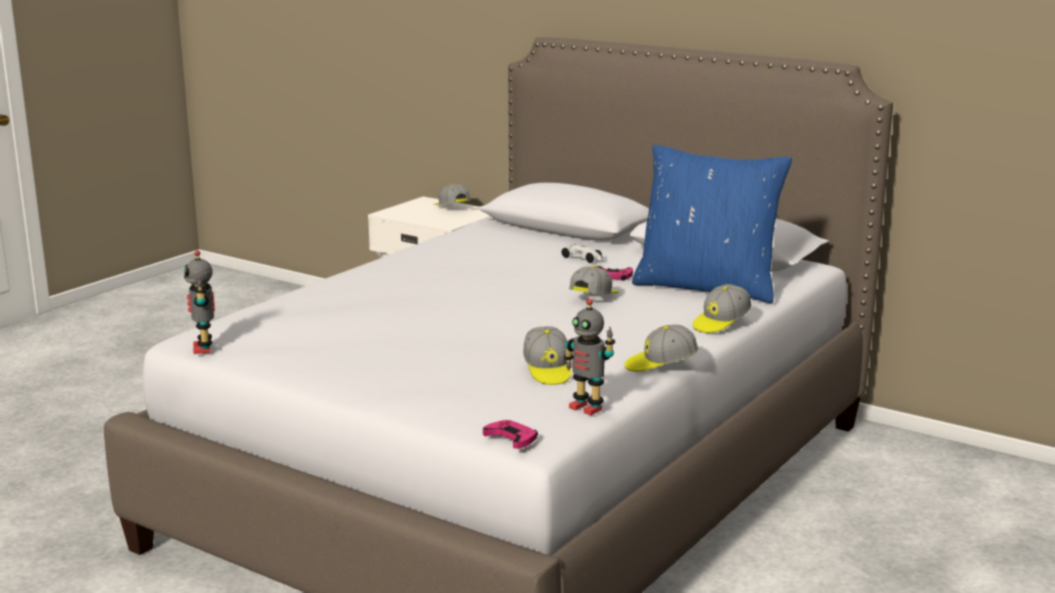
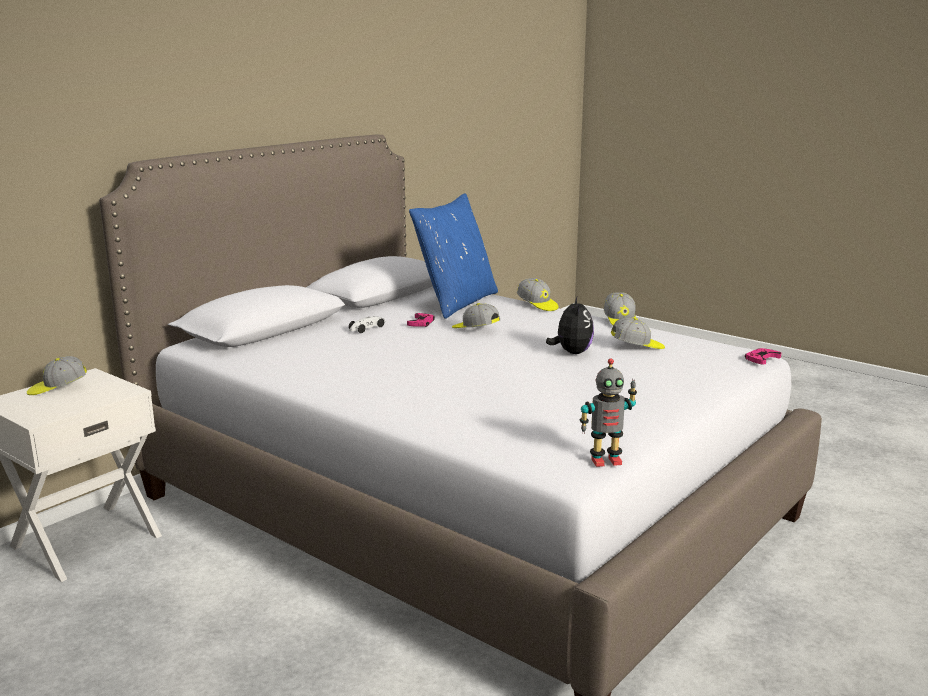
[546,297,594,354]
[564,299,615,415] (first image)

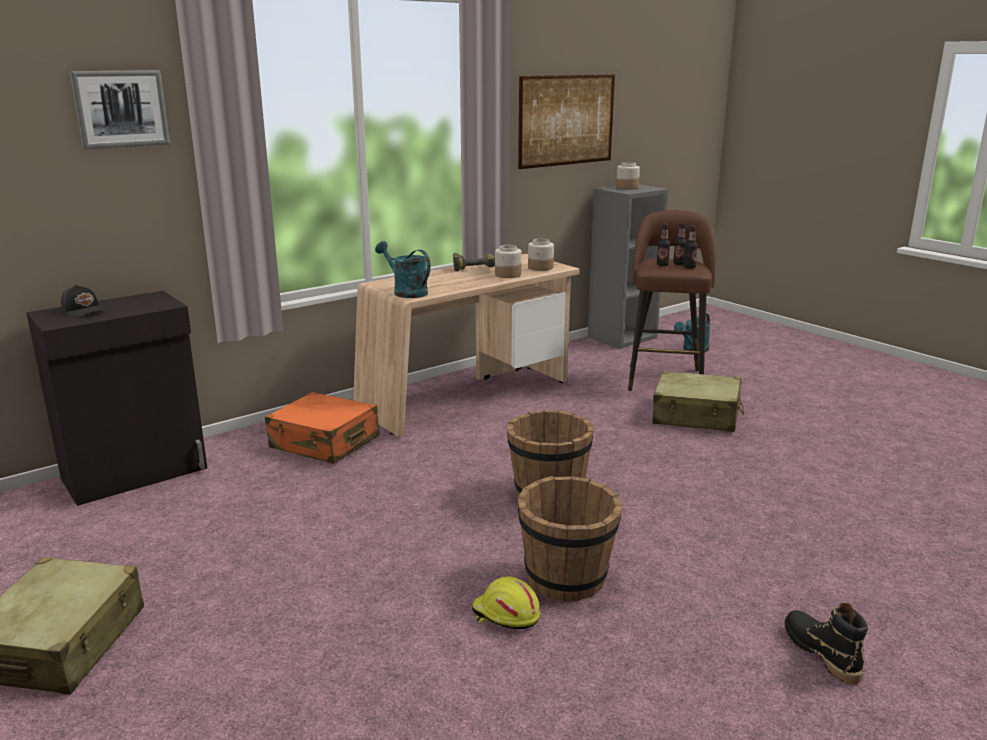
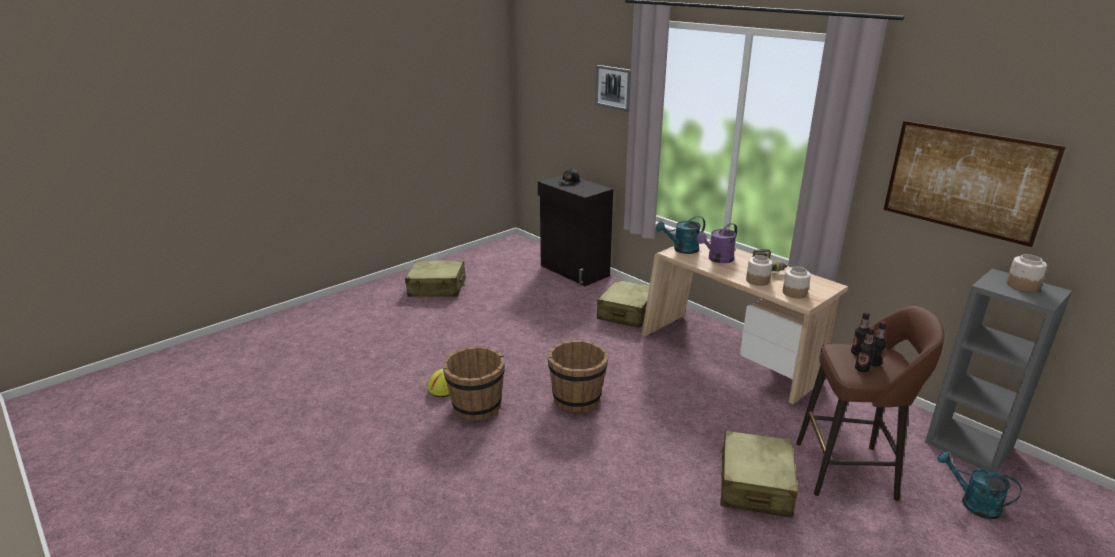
[597,280,650,328]
[656,216,705,254]
[696,223,737,263]
[785,603,868,684] (first image)

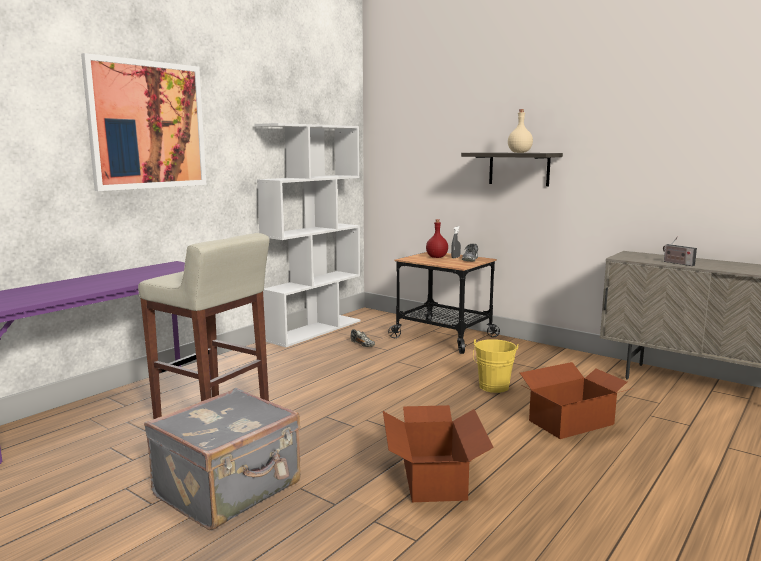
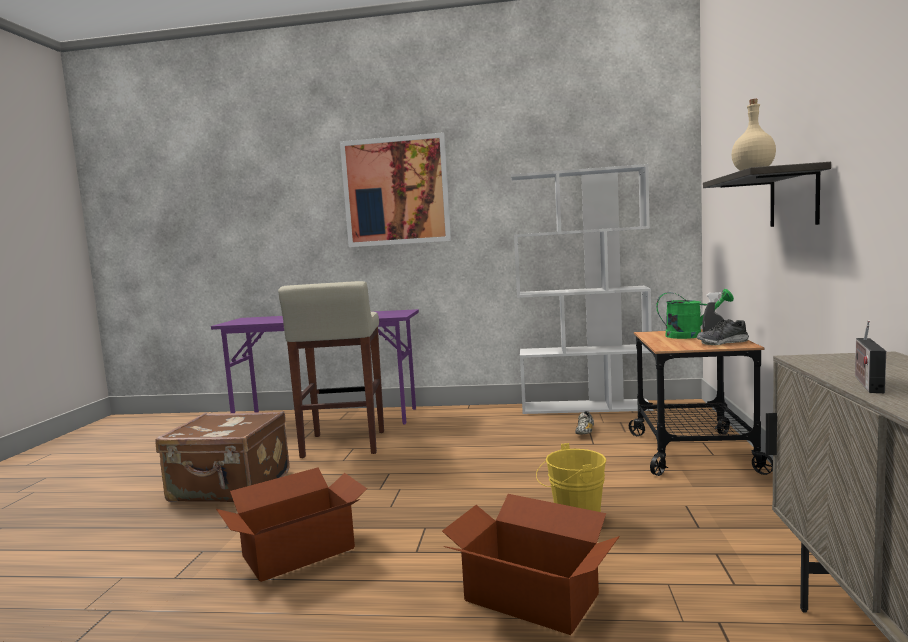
[156,411,290,502]
[656,289,734,339]

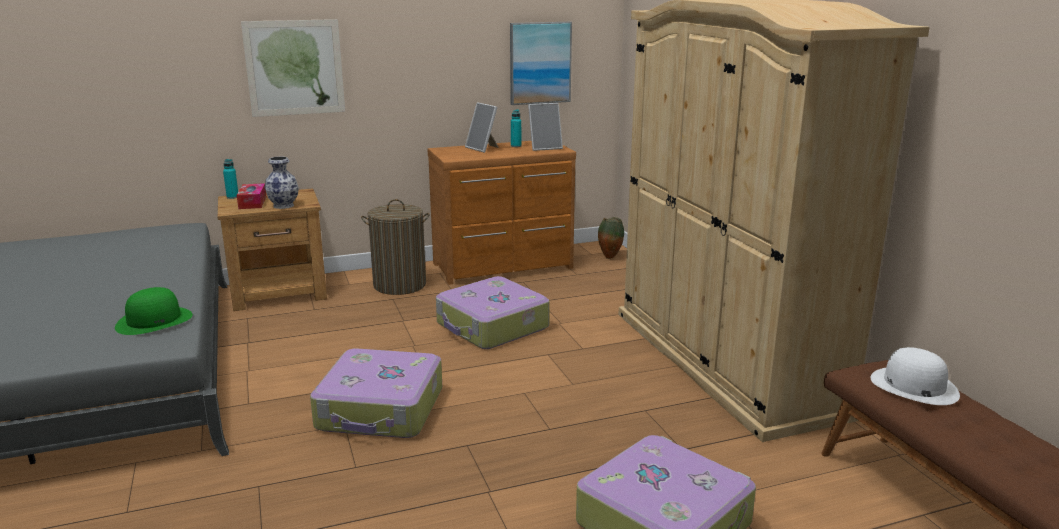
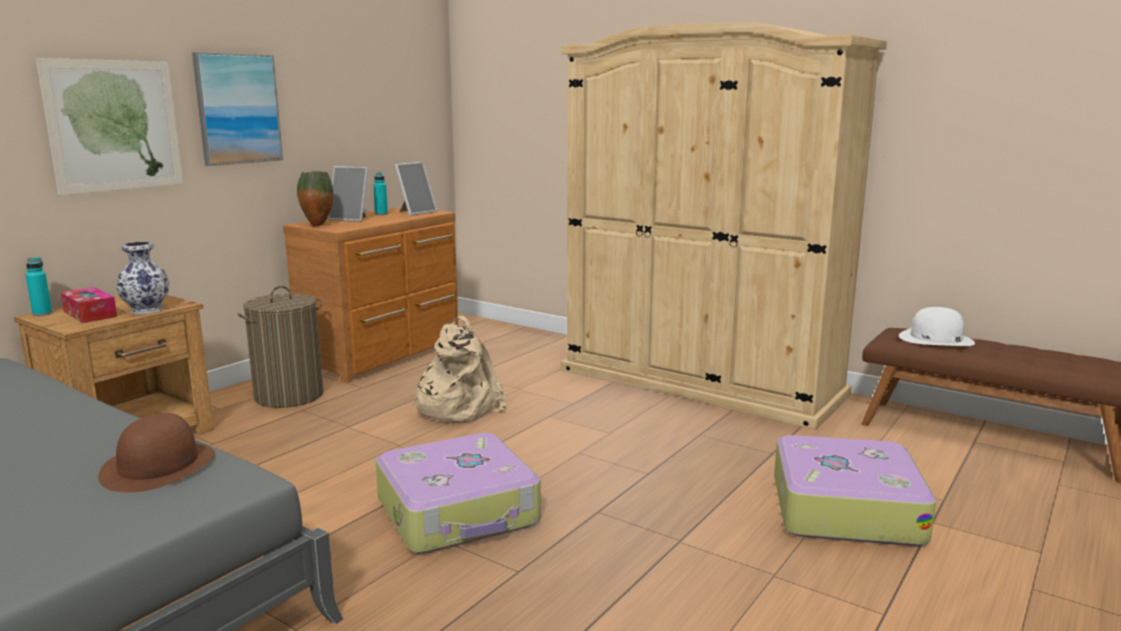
[98,413,215,493]
[192,52,283,166]
[297,171,333,226]
[411,316,506,422]

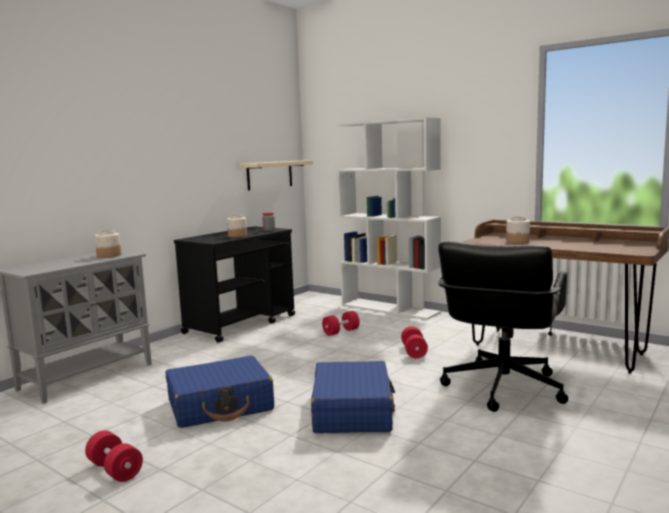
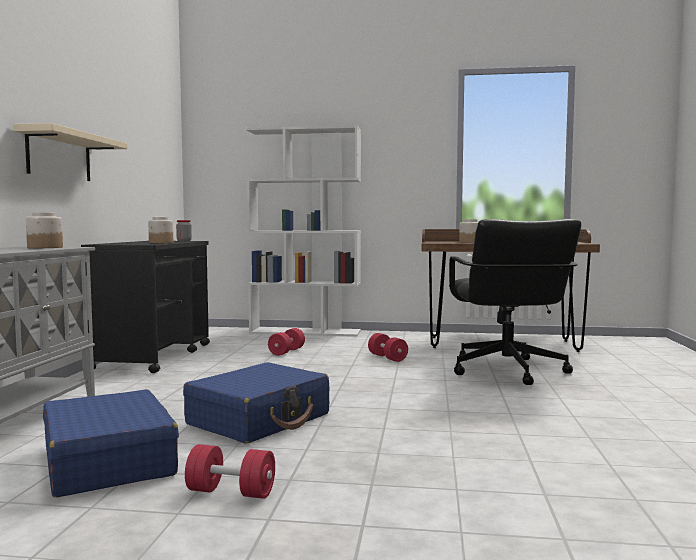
[13,123,128,181]
[43,389,179,497]

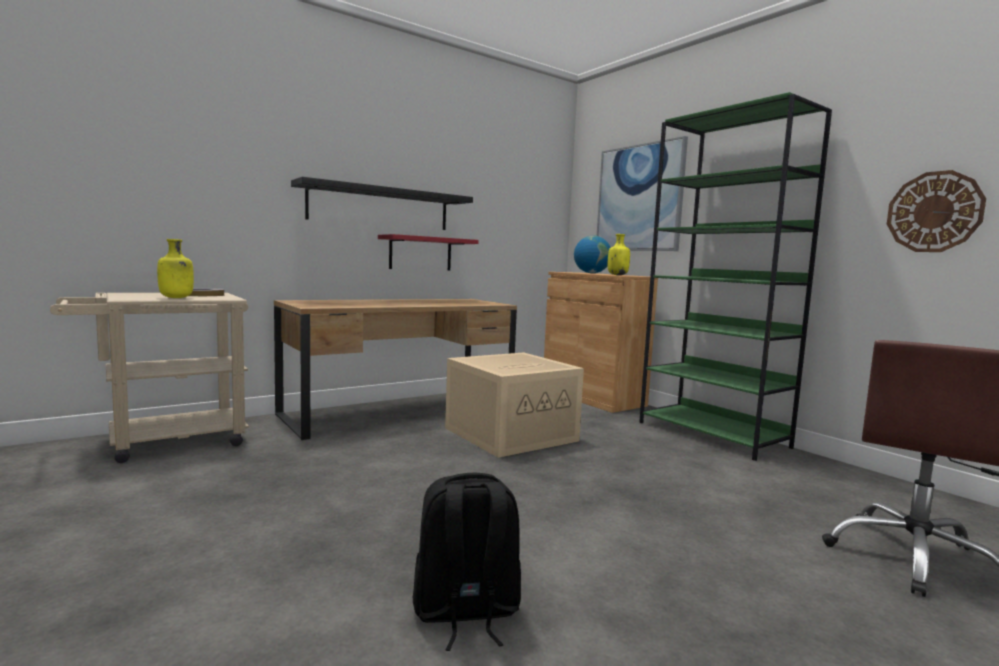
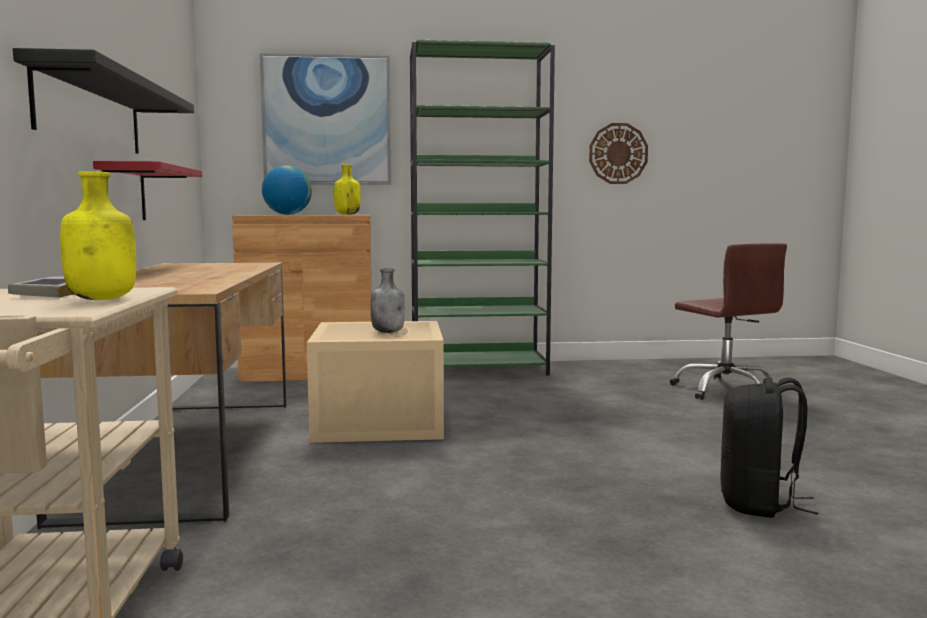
[371,268,405,333]

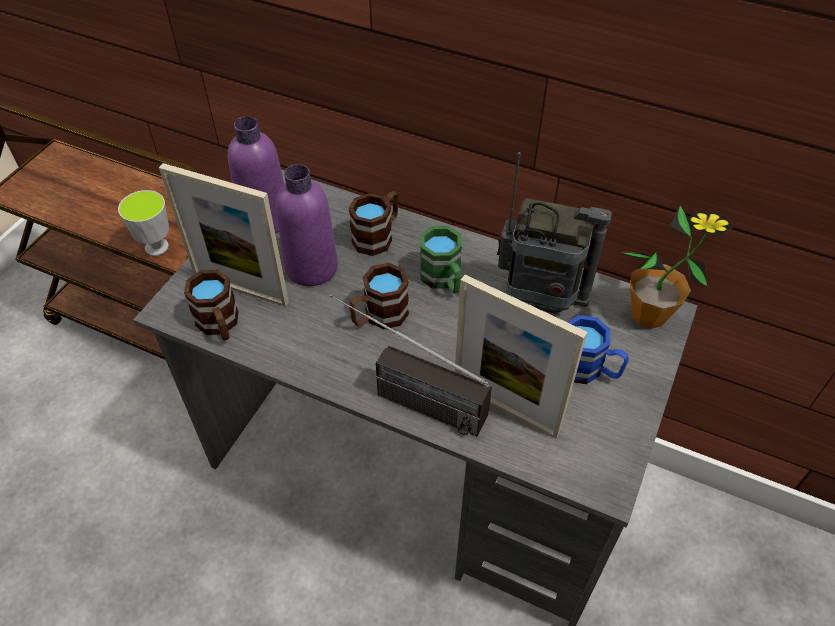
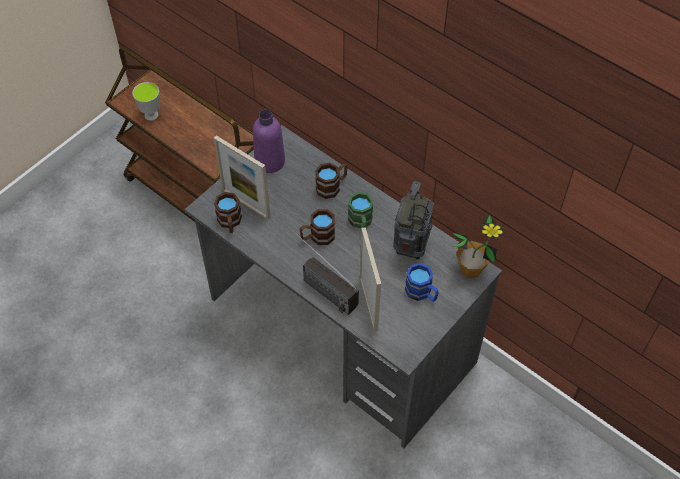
[132,82,160,121]
[360,227,381,332]
[393,181,434,259]
[276,164,338,286] (first image)

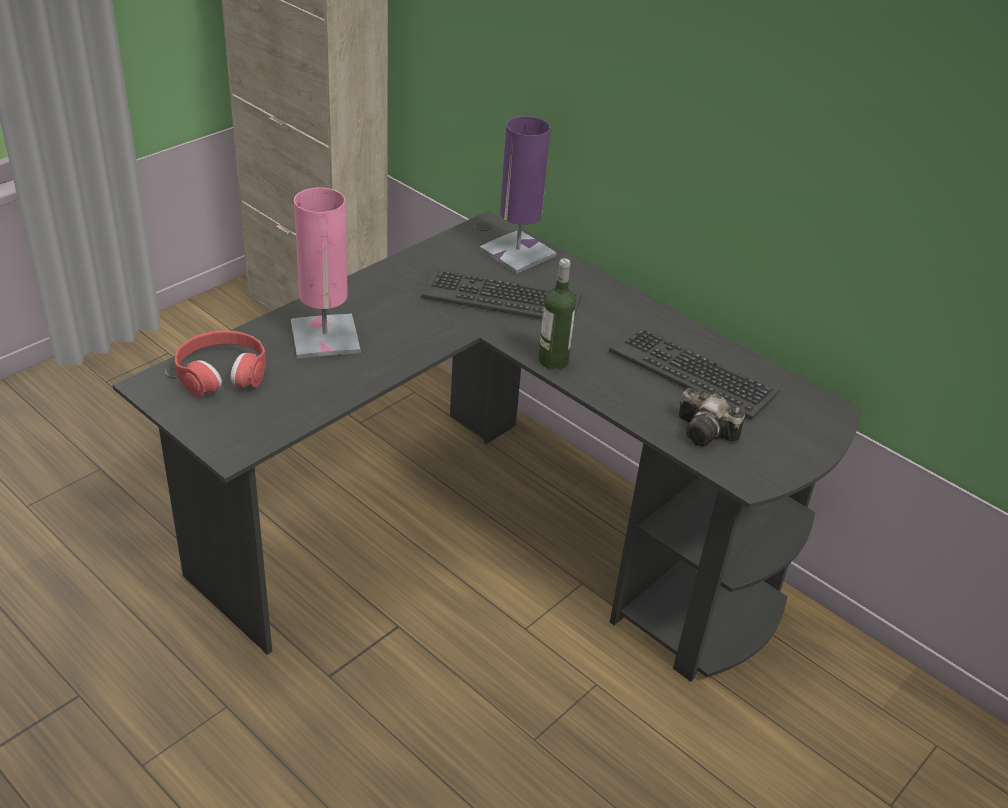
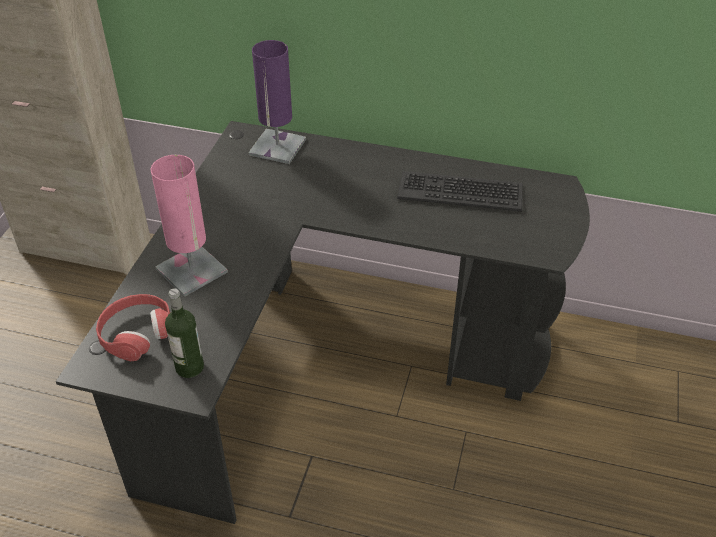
[165,288,204,378]
[421,268,582,319] (first image)
[679,388,745,446] (first image)

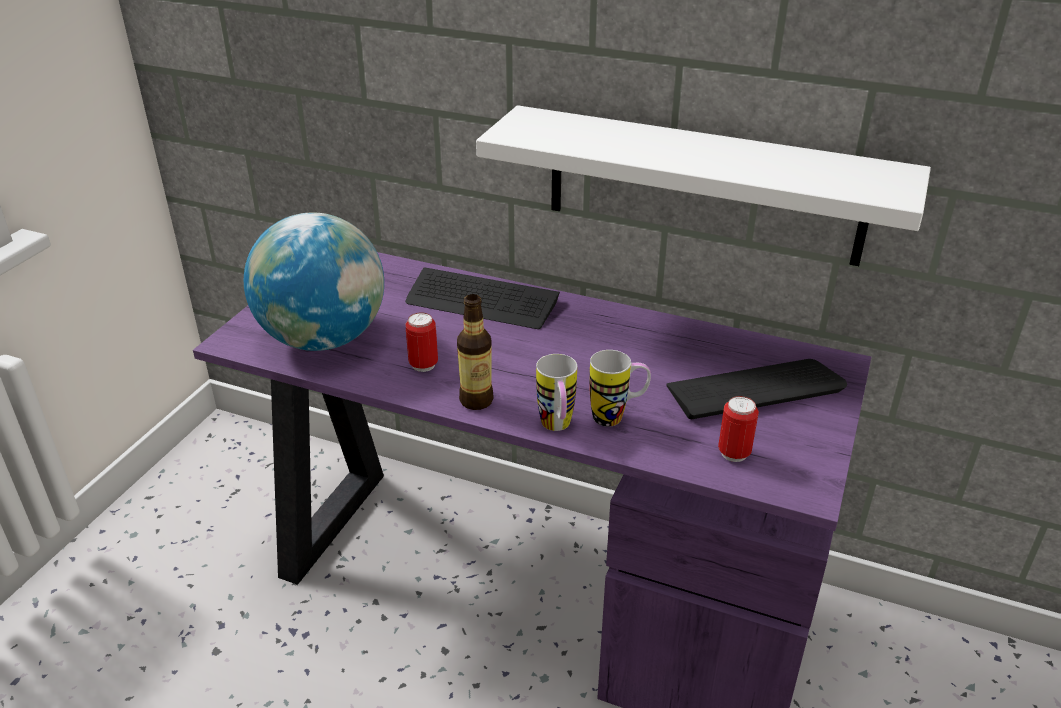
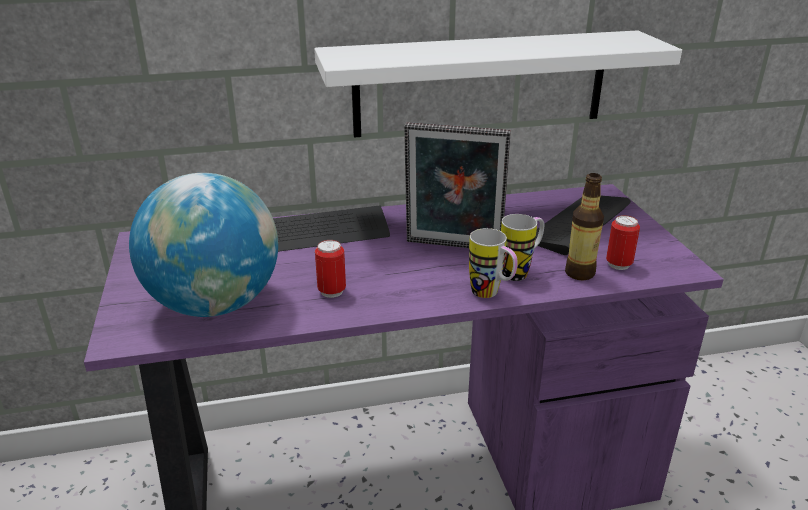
[404,122,511,248]
[565,173,604,281]

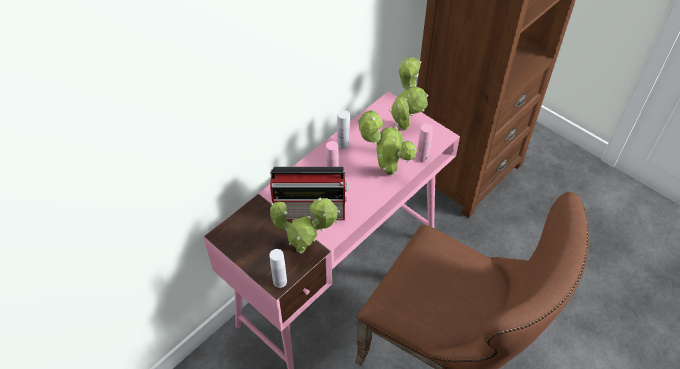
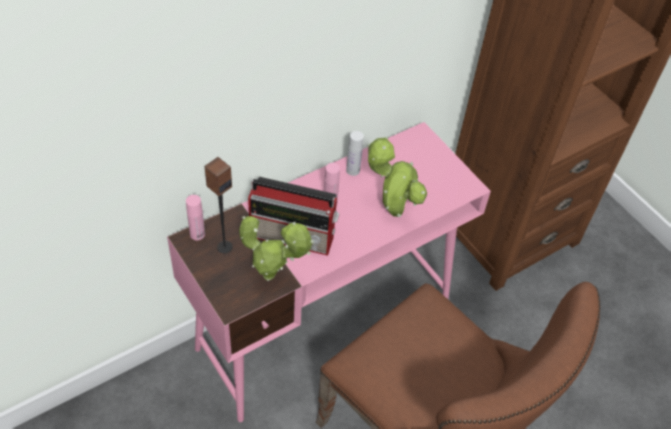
[186,195,205,240]
[204,157,233,253]
[269,249,287,288] (first image)
[389,57,428,130] (first image)

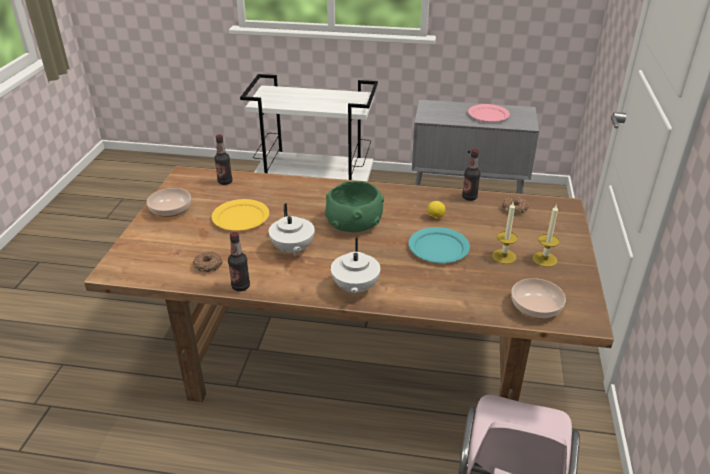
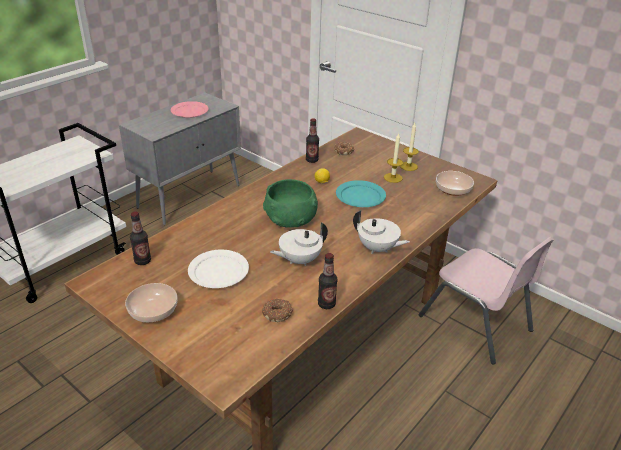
[188,250,249,288]
[270,222,328,266]

